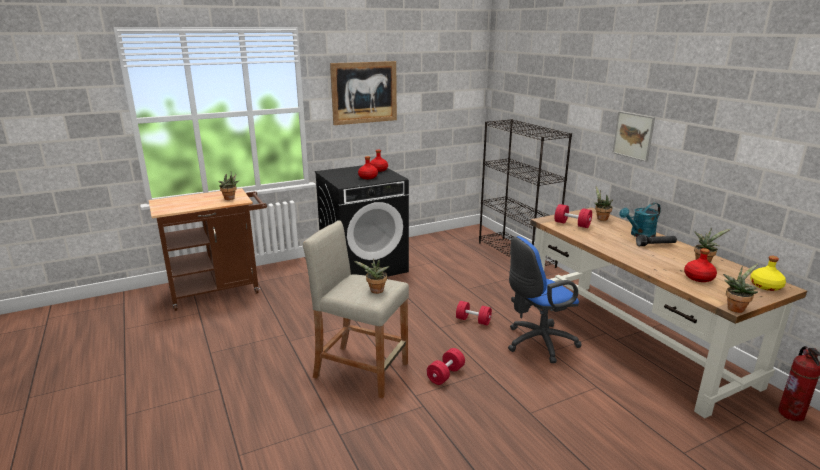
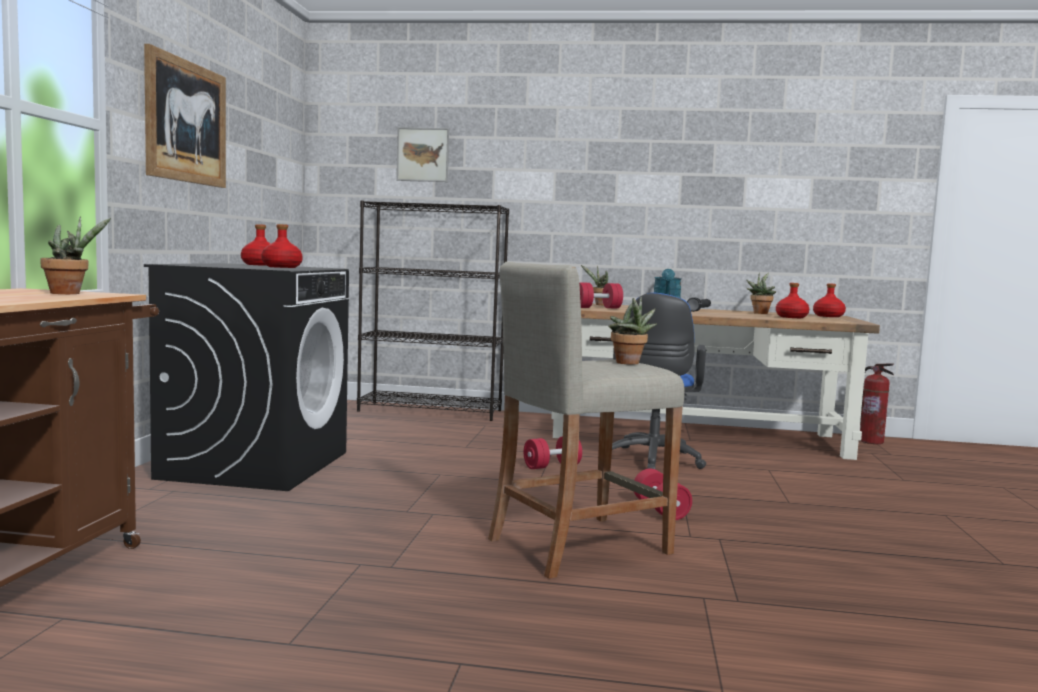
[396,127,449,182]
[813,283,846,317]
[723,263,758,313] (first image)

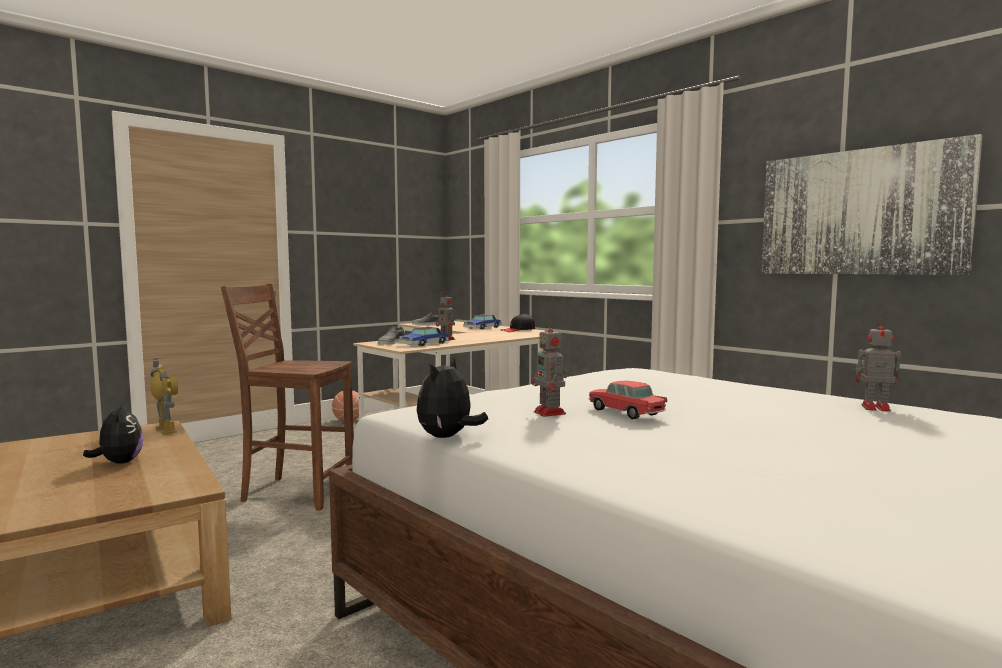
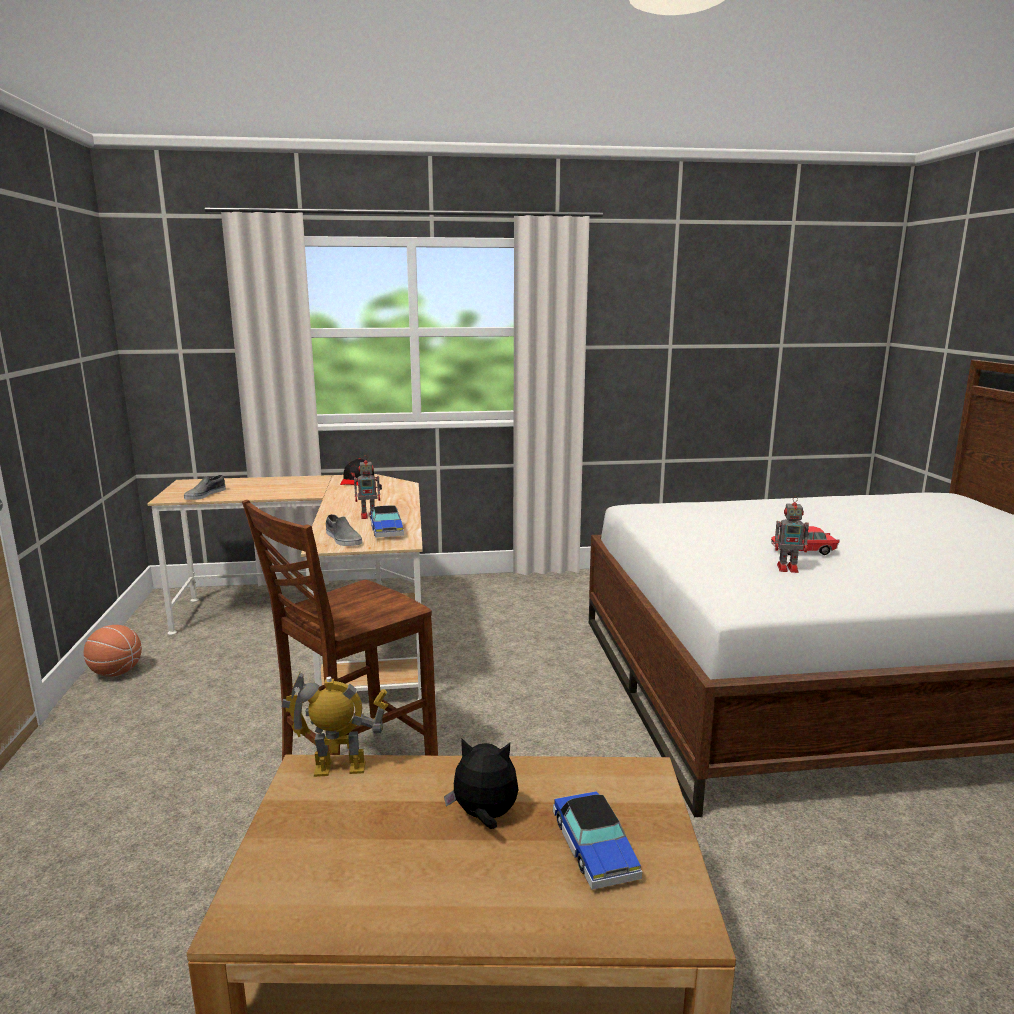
[553,791,642,890]
[417,357,488,438] (first image)
[762,134,983,275] (first image)
[855,318,901,412] (first image)

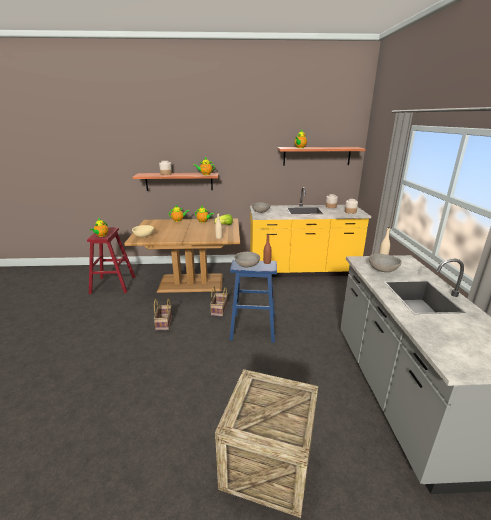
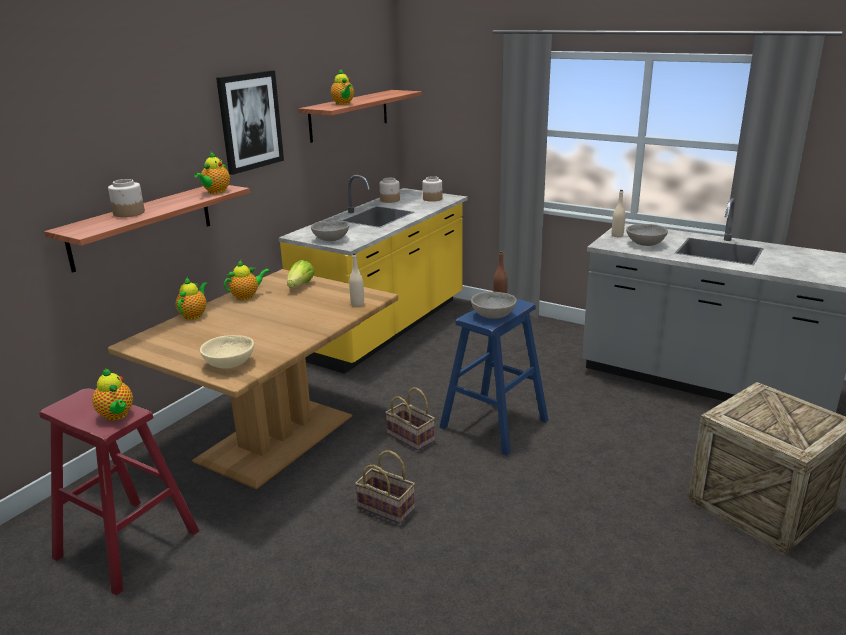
[216,70,284,175]

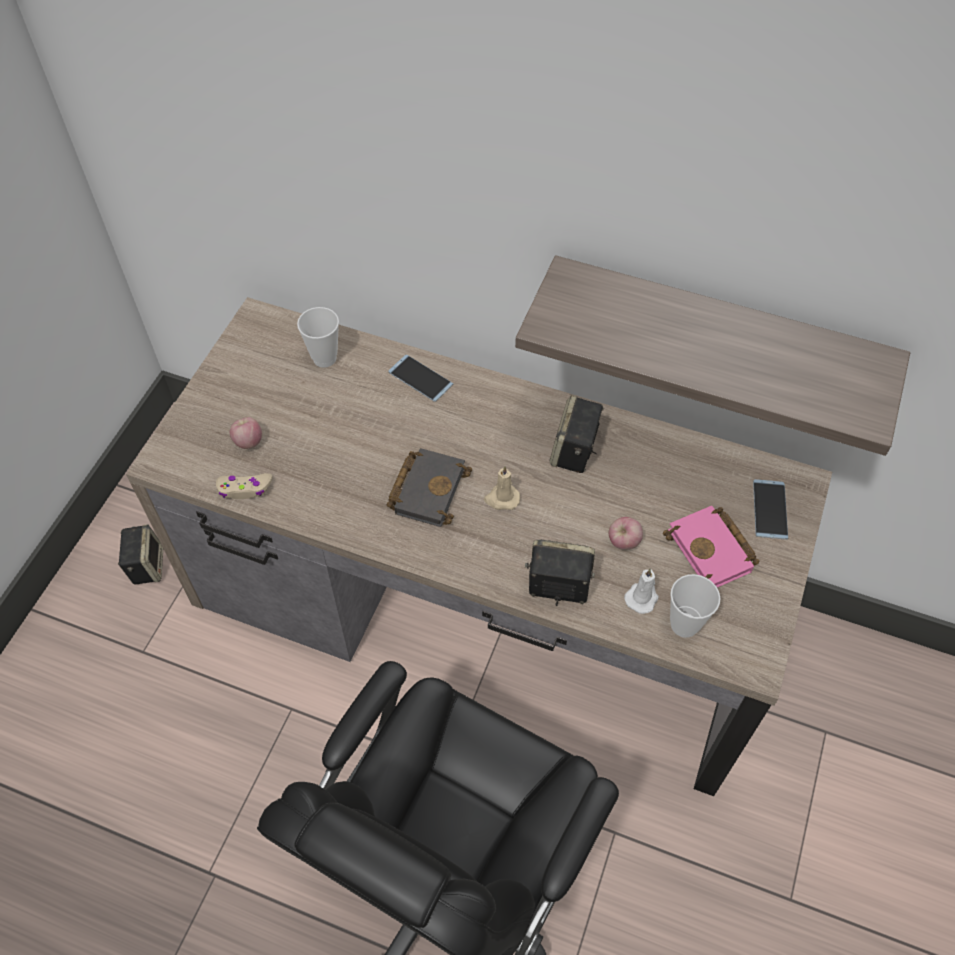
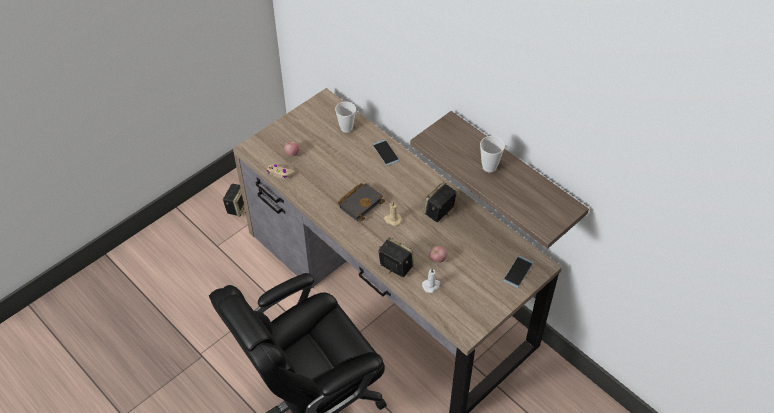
[480,136,505,172]
[663,506,760,587] (first image)

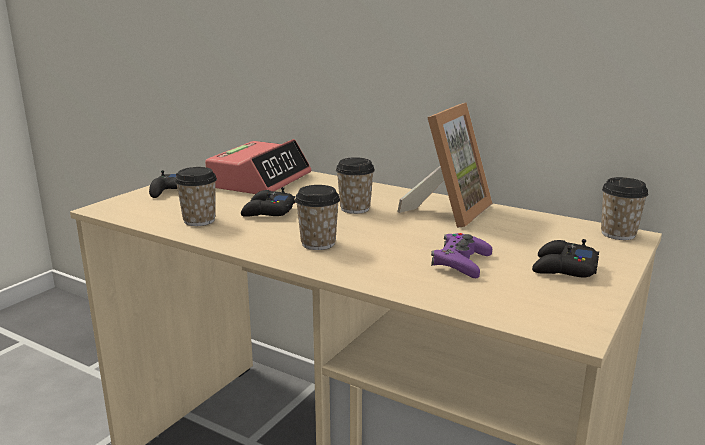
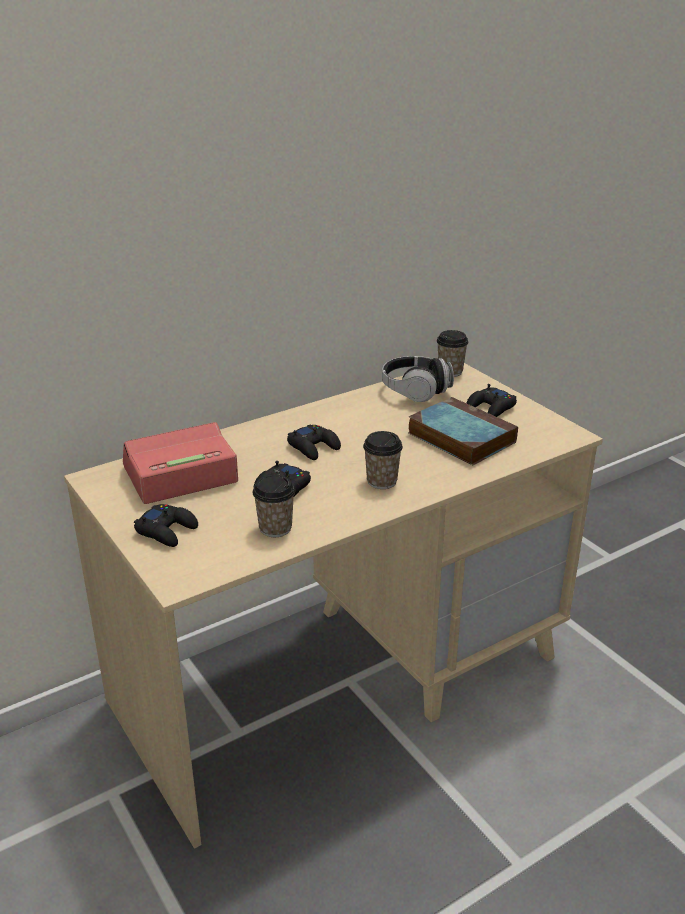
[123,422,238,504]
[287,425,341,460]
[382,356,454,402]
[408,397,518,465]
[397,102,493,228] (first image)

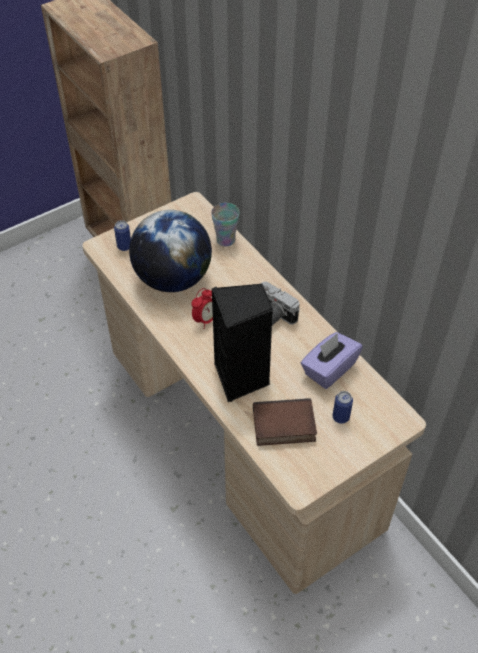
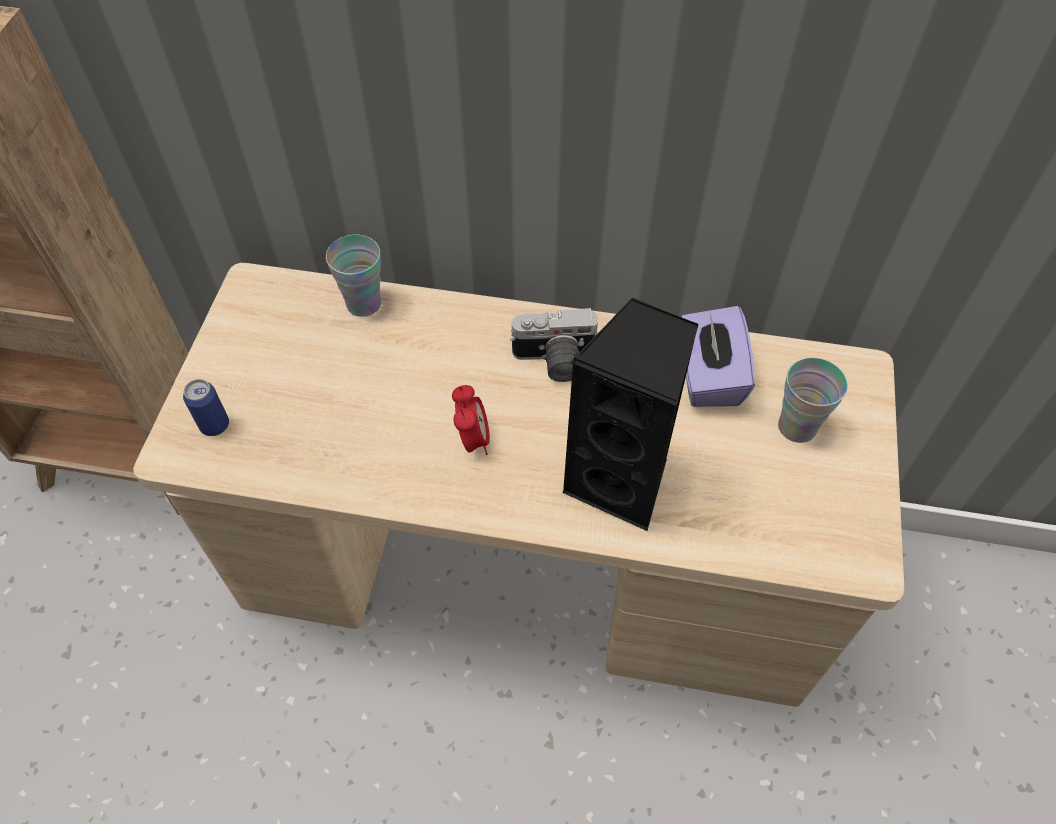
[778,358,848,443]
[129,210,212,292] (first image)
[253,398,317,446] (first image)

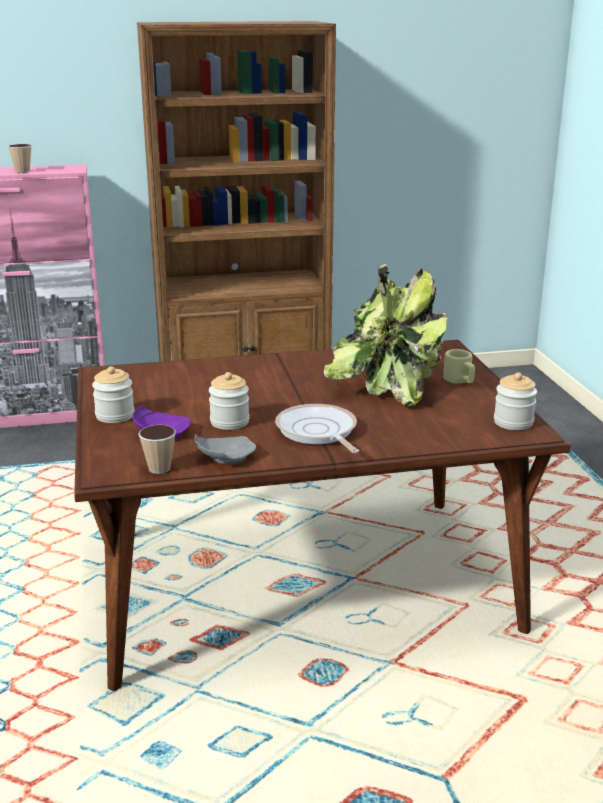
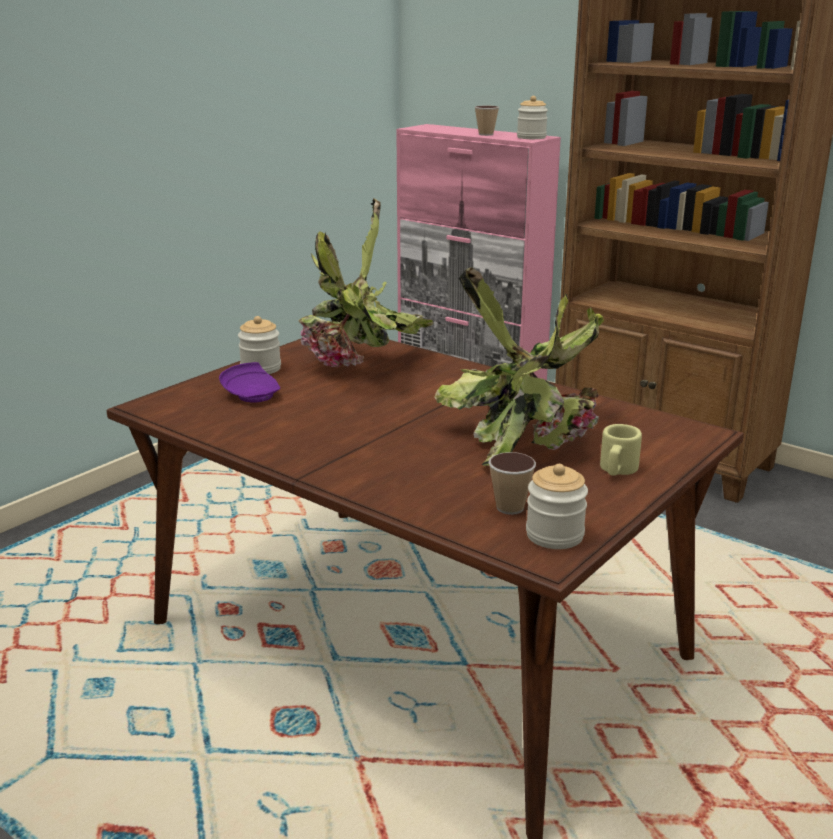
[298,198,433,368]
[488,452,536,515]
[517,96,548,139]
[195,434,256,464] (first image)
[275,404,359,453] (first image)

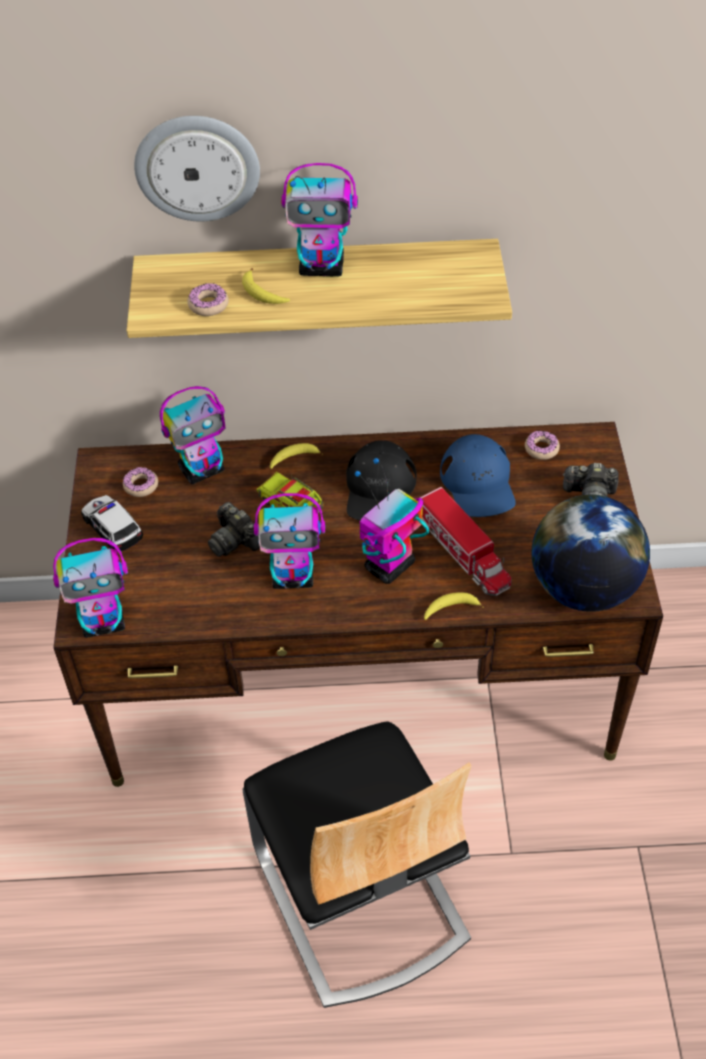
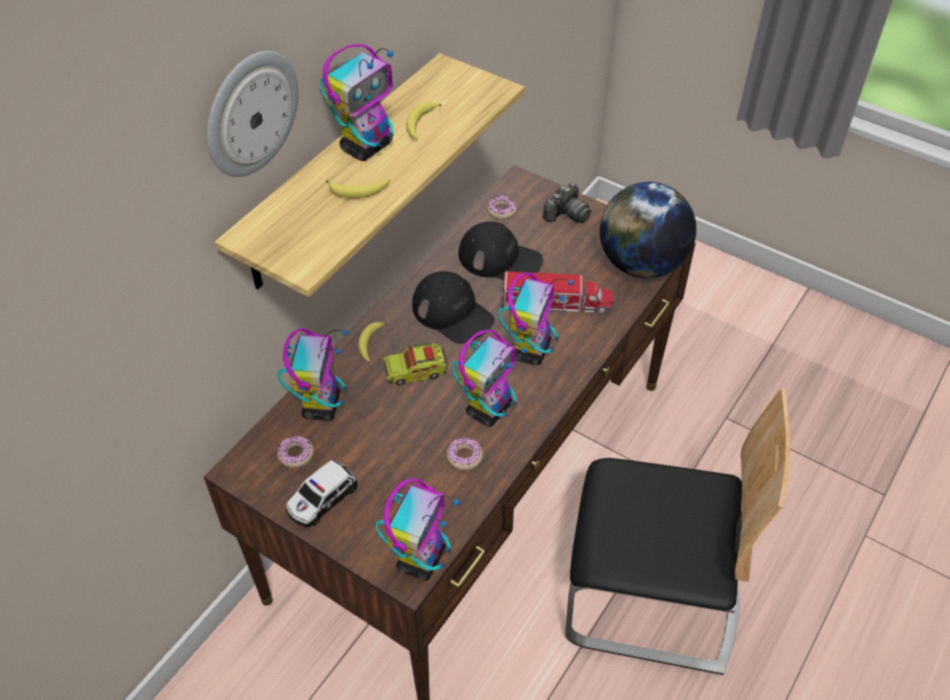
[286,460,358,527]
[406,102,442,140]
[447,437,483,470]
[458,222,543,280]
[498,272,574,365]
[208,502,260,557] (first image)

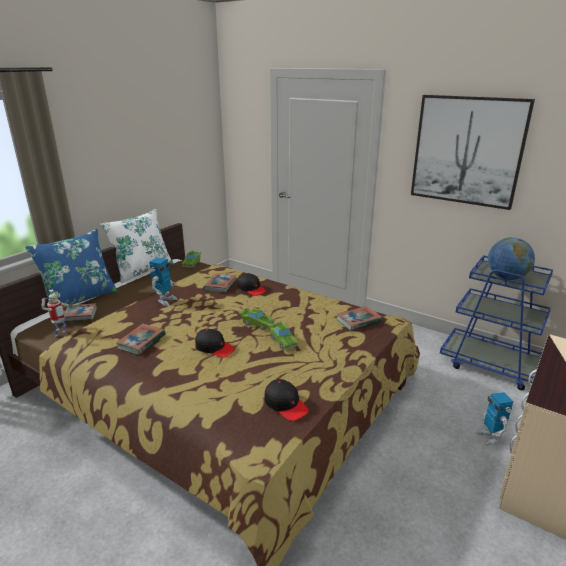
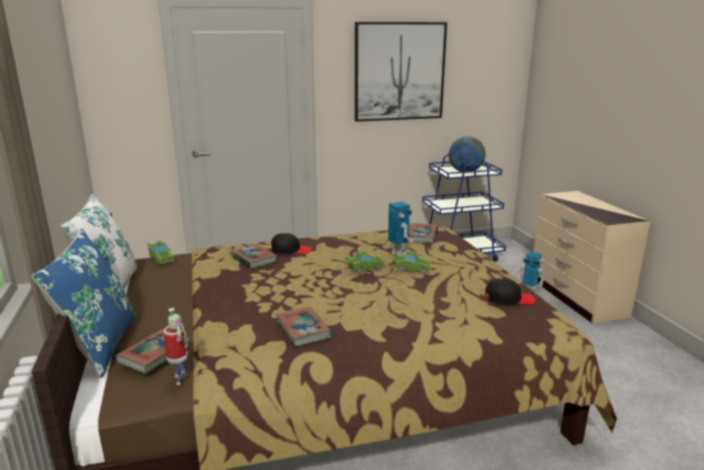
[388,201,414,255]
[195,329,235,358] (first image)

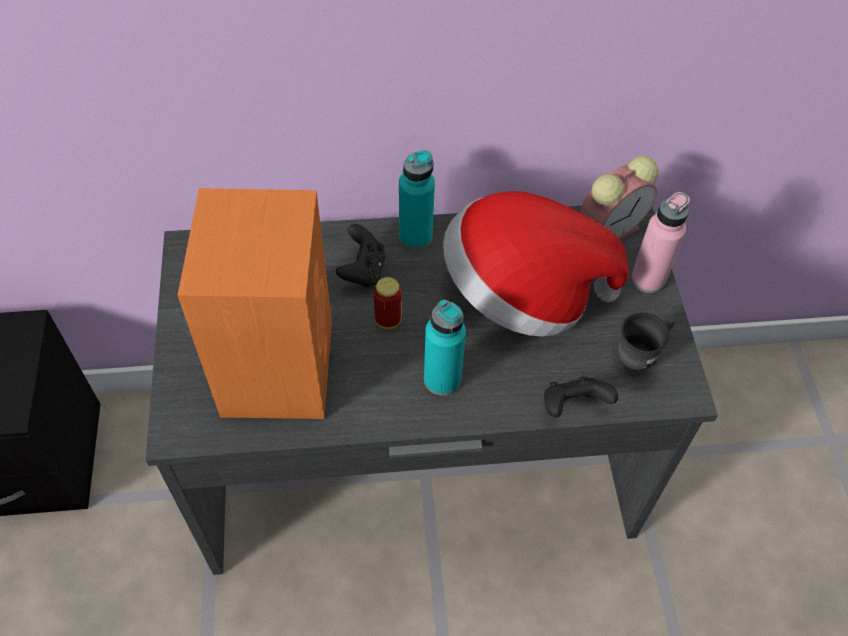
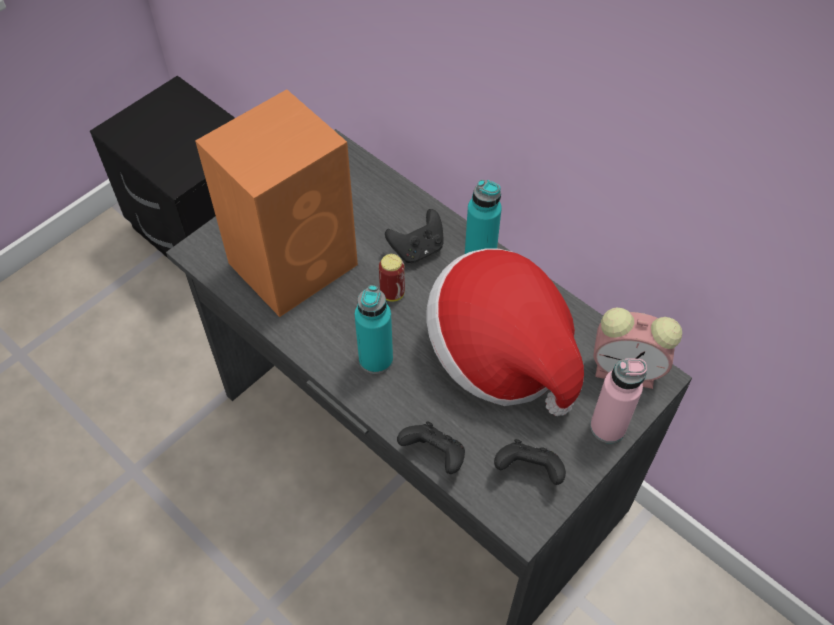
[494,439,566,485]

